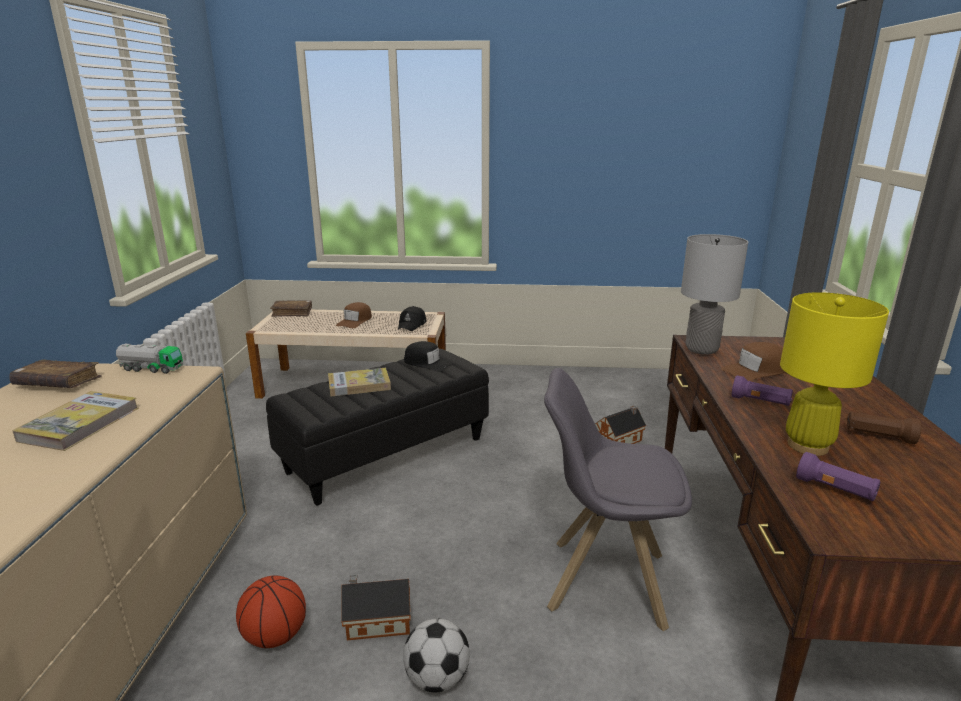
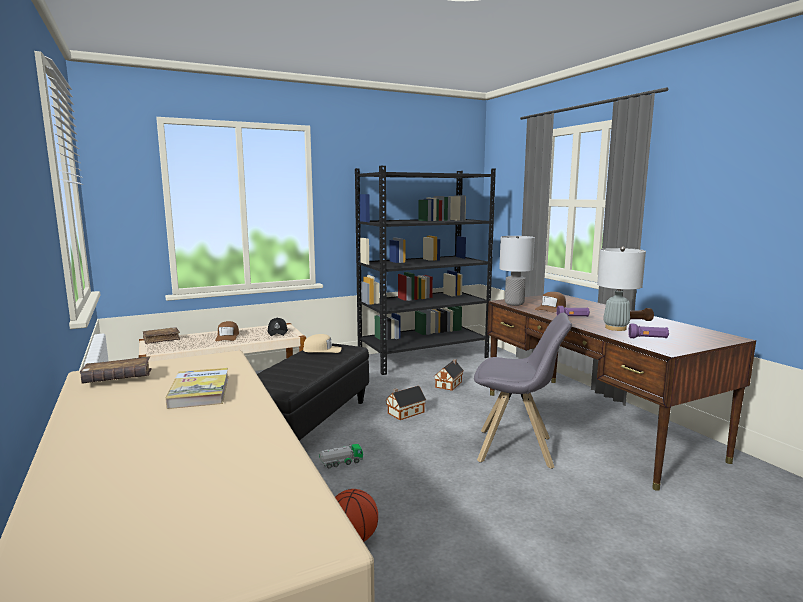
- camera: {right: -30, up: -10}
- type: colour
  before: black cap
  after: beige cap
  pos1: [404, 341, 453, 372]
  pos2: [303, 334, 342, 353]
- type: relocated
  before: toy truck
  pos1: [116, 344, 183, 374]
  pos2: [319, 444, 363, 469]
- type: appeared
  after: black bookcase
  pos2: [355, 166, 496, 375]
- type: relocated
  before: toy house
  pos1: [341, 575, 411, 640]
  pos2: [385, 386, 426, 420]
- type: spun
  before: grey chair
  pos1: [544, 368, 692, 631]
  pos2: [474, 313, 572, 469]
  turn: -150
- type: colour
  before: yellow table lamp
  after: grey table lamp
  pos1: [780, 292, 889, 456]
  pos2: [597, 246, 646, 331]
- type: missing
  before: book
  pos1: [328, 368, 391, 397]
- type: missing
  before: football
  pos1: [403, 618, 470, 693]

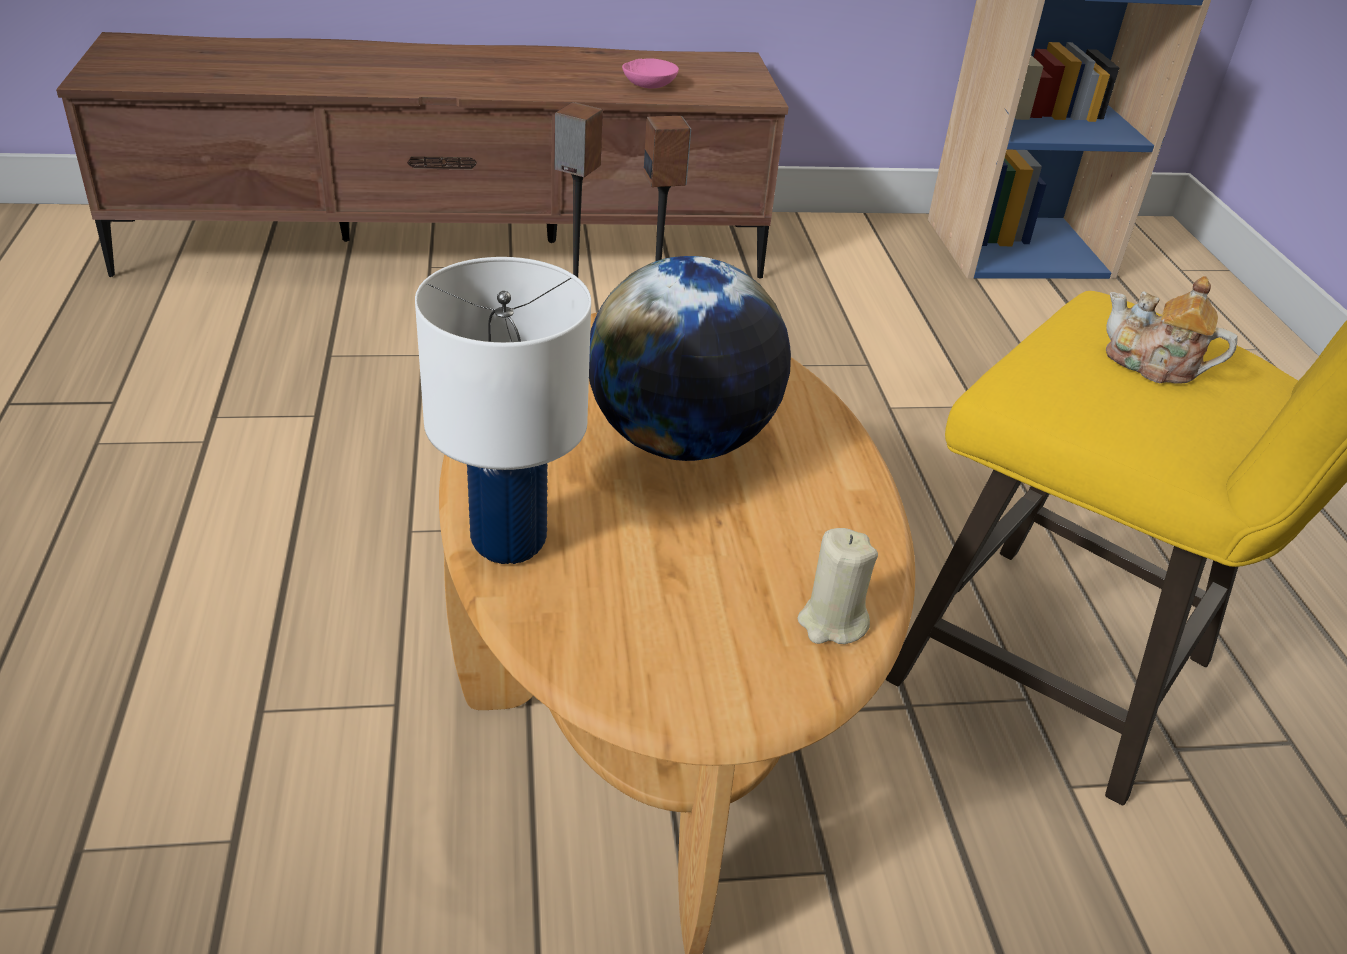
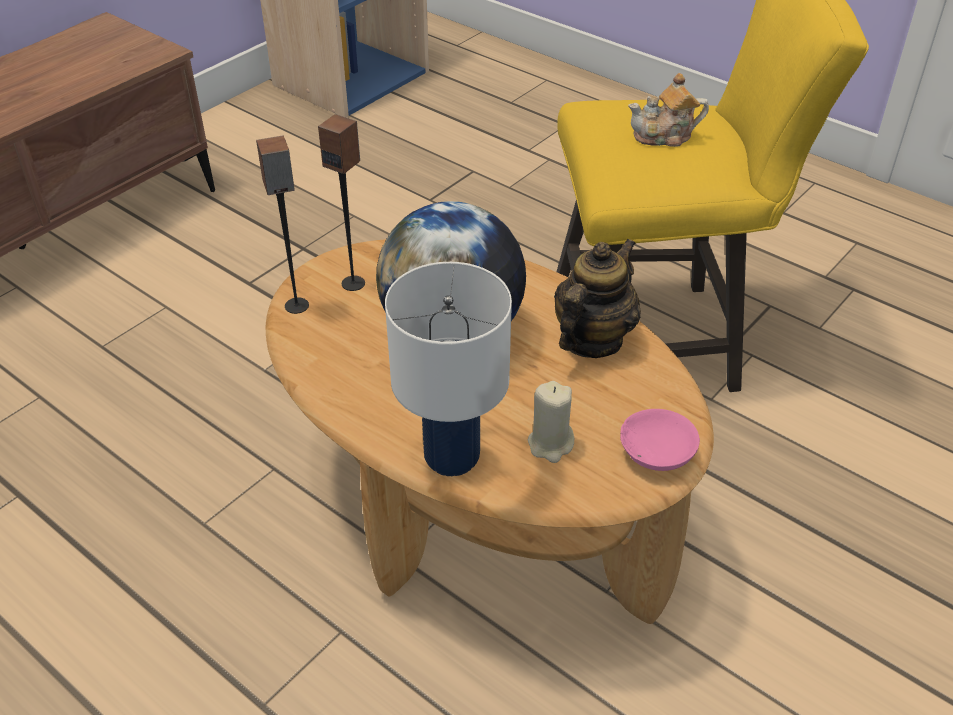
- camera: {right: -40, up: 5}
- type: relocated
  before: beige candle
  pos1: [797, 528, 878, 644]
  pos2: [528, 381, 574, 463]
- type: appeared
  after: teapot
  pos2: [554, 238, 641, 358]
- type: relocated
  before: pink bowl
  pos1: [622, 58, 679, 89]
  pos2: [620, 409, 700, 471]

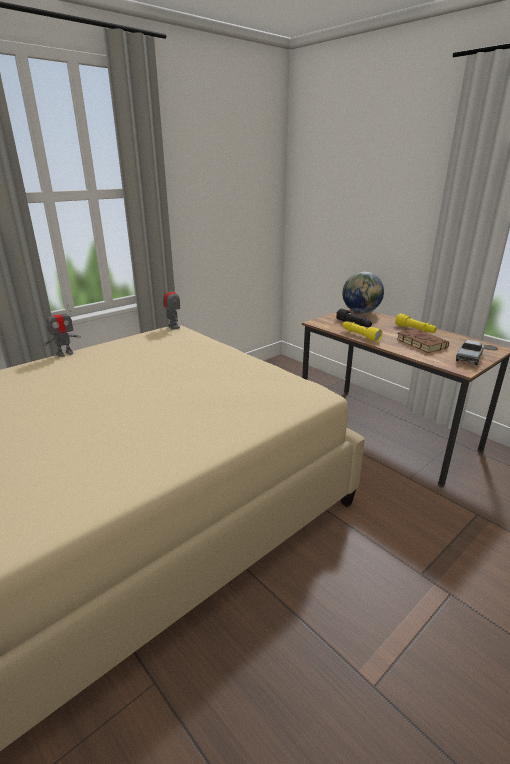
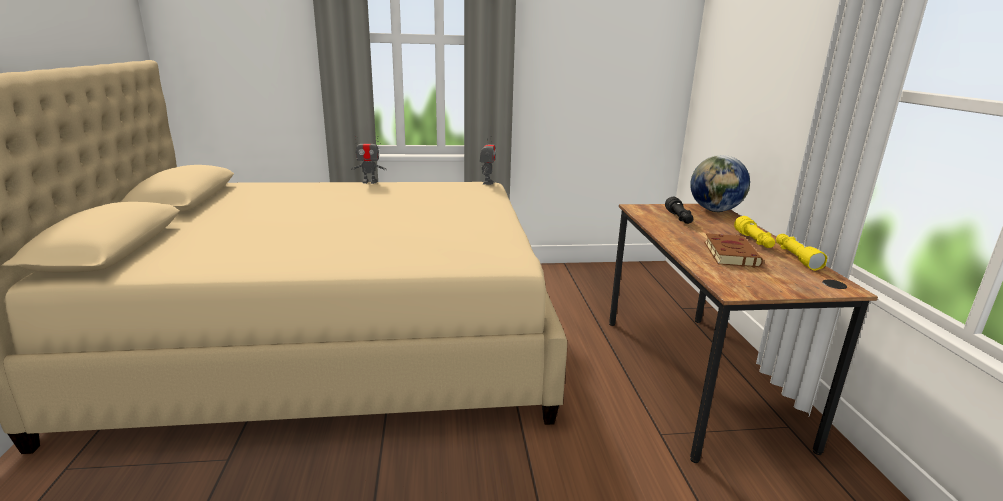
- camera: {right: 35, up: -5}
- type: relocated
  before: yellow flashlight
  pos1: [342, 321, 383, 342]
  pos2: [776, 234, 827, 271]
- type: missing
  before: toy truck
  pos1: [456, 339, 484, 365]

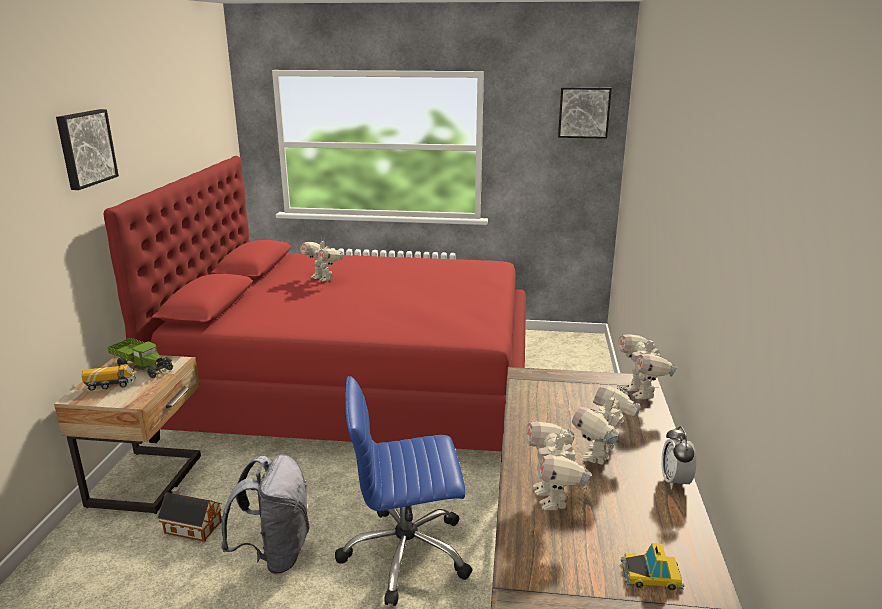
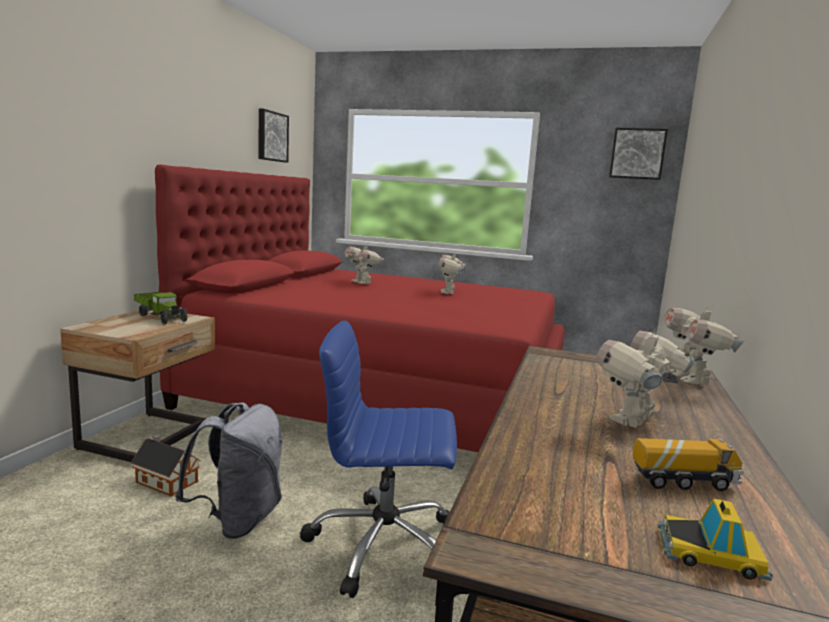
- camera: {right: 10, up: -10}
- type: relocated
  before: picture
  pos1: [56, 109, 119, 190]
  pos2: [259, 109, 289, 163]
- type: relocated
  before: toy robot
  pos1: [525, 422, 592, 510]
  pos2: [437, 250, 466, 294]
- type: relocated
  before: toy truck
  pos1: [81, 364, 136, 391]
  pos2: [633, 438, 744, 491]
- type: missing
  before: alarm clock
  pos1: [661, 426, 696, 489]

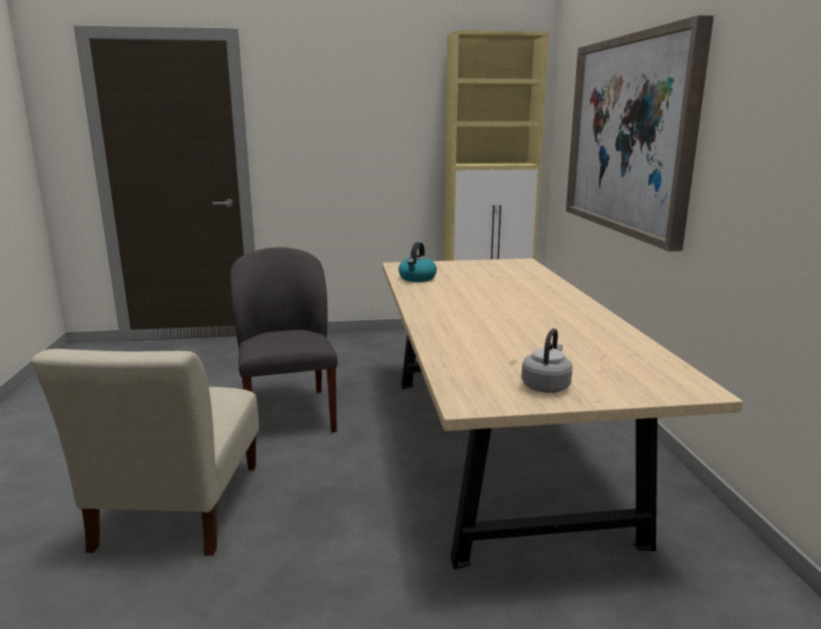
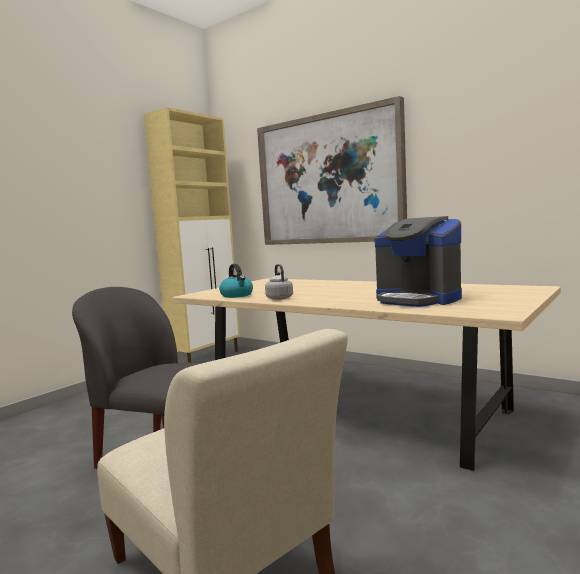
- camera: {right: -45, up: -10}
- type: relocated
  before: grey kettle
  pos1: [521, 328, 572, 393]
  pos2: [265, 264, 293, 300]
- type: appeared
  after: coffee machine
  pos2: [374, 216, 462, 307]

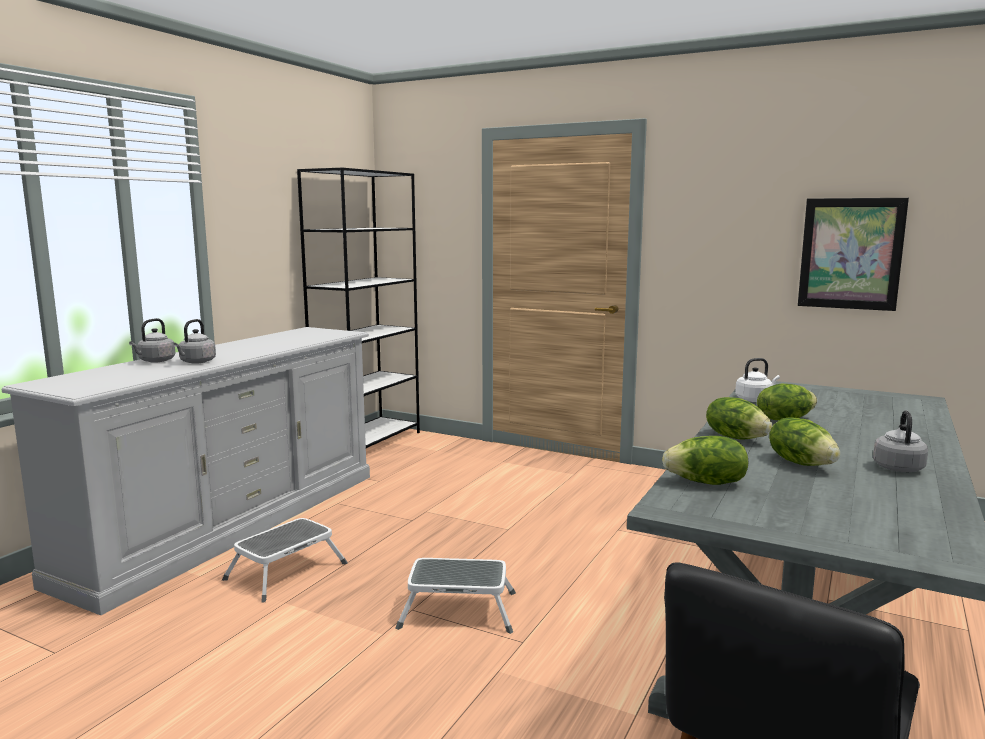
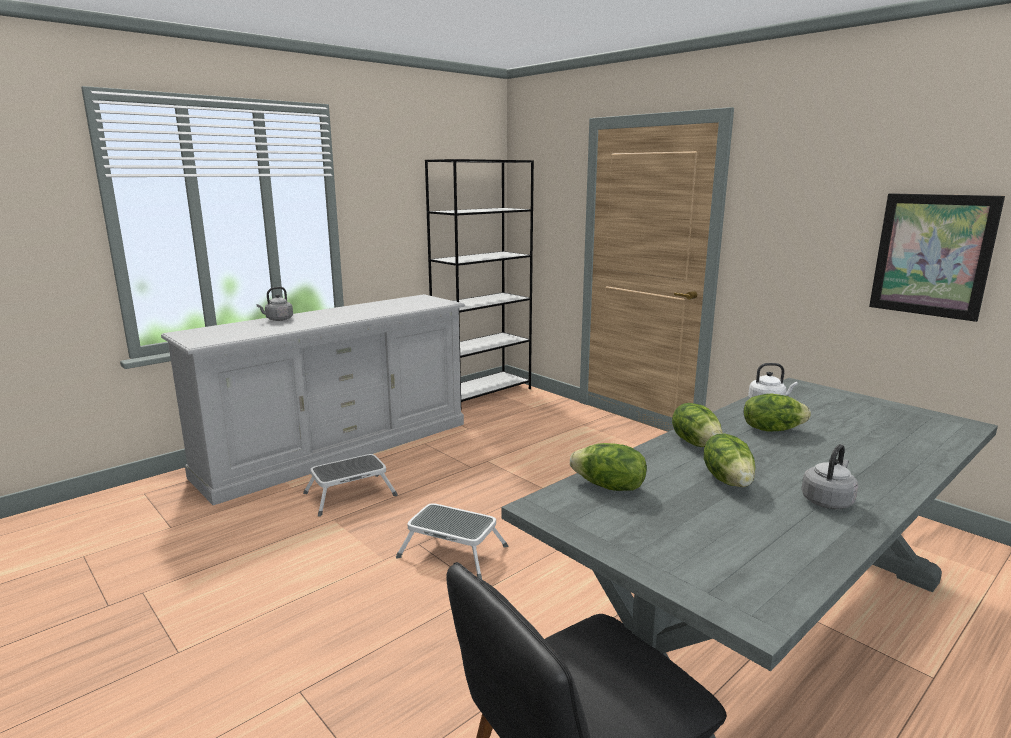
- camera: {right: 20, up: 5}
- type: missing
  before: grey kettle
  pos1: [174, 319, 216, 364]

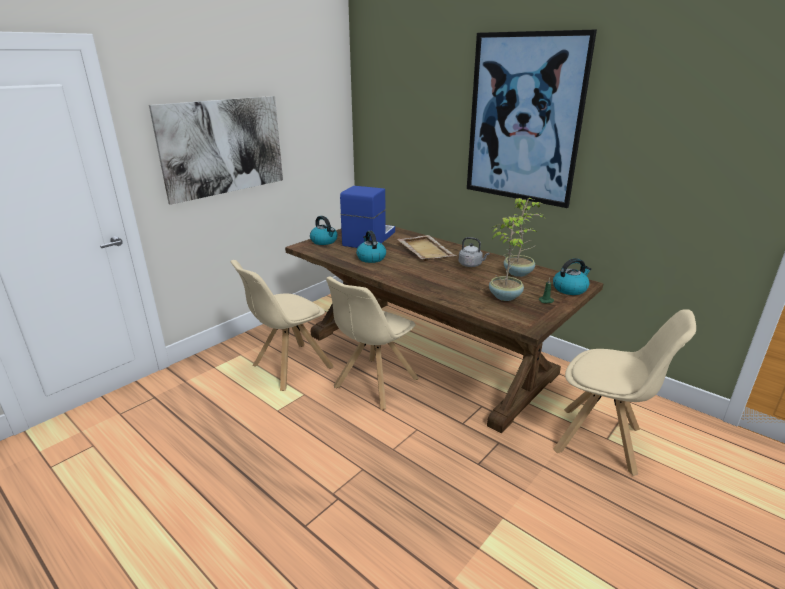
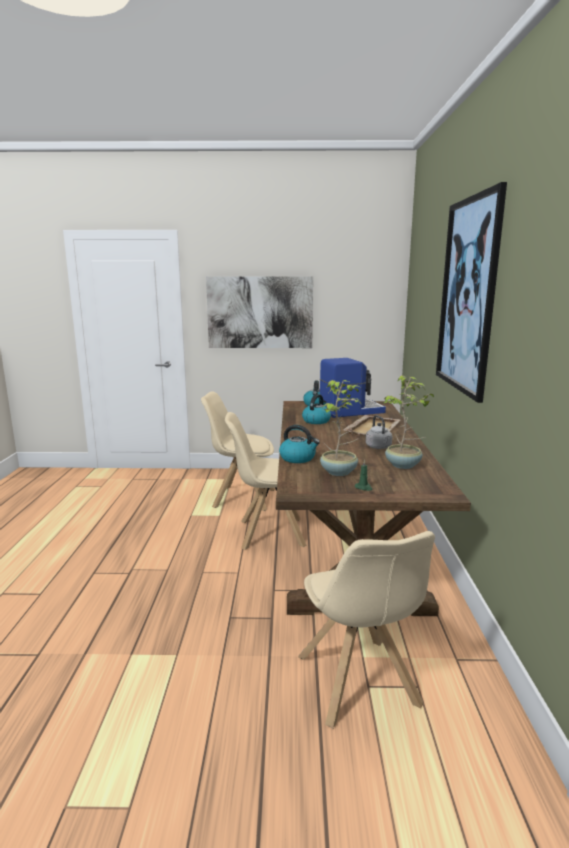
- camera: {right: 50, up: -10}
- type: relocated
  before: kettle
  pos1: [553, 258, 591, 295]
  pos2: [279, 425, 320, 463]

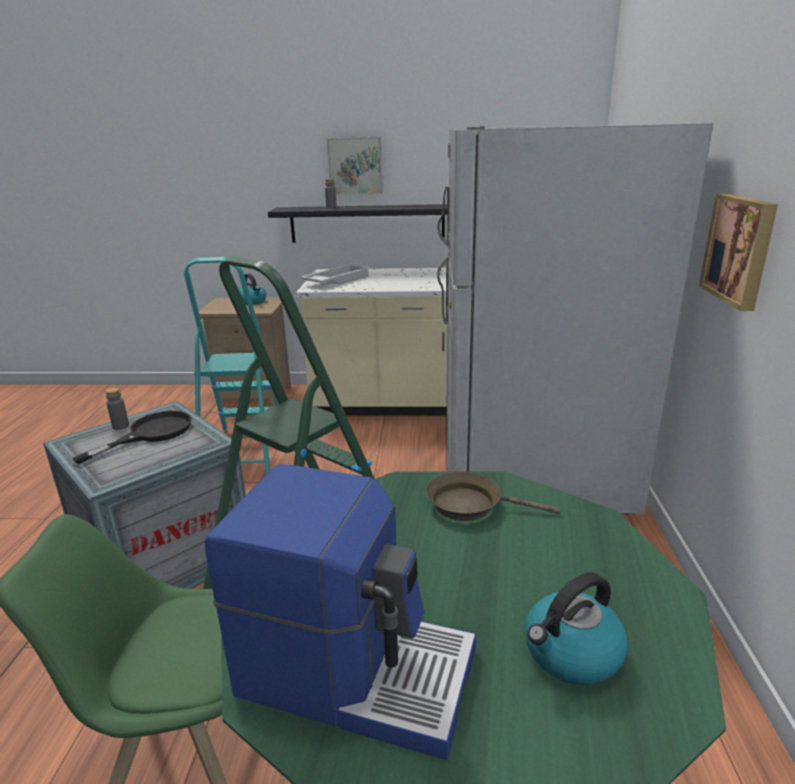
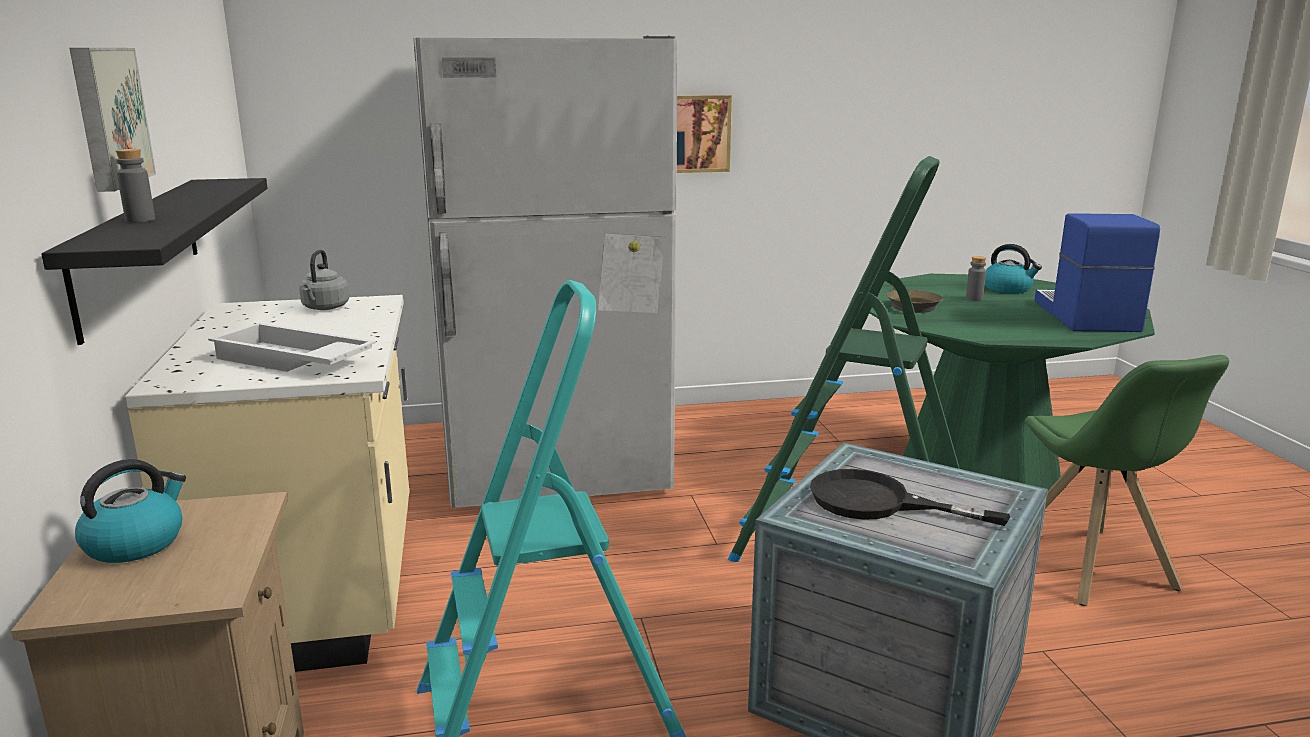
- camera: {right: -105, up: -5}
- type: appeared
  after: grey kettle
  pos2: [299, 249, 349, 310]
- type: relocated
  before: grey bottle
  pos1: [105, 388, 129, 430]
  pos2: [966, 256, 986, 301]

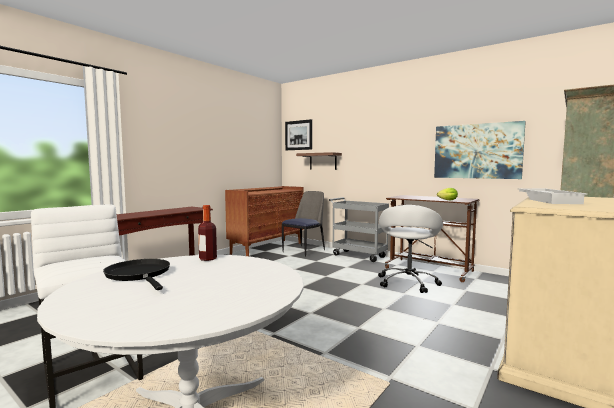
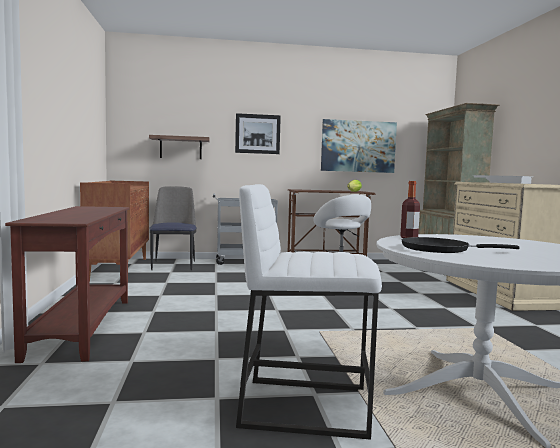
- camera: {right: -45, up: 0}
- type: relocated
  before: picture
  pos1: [285, 119, 312, 150]
  pos2: [235, 113, 281, 154]

